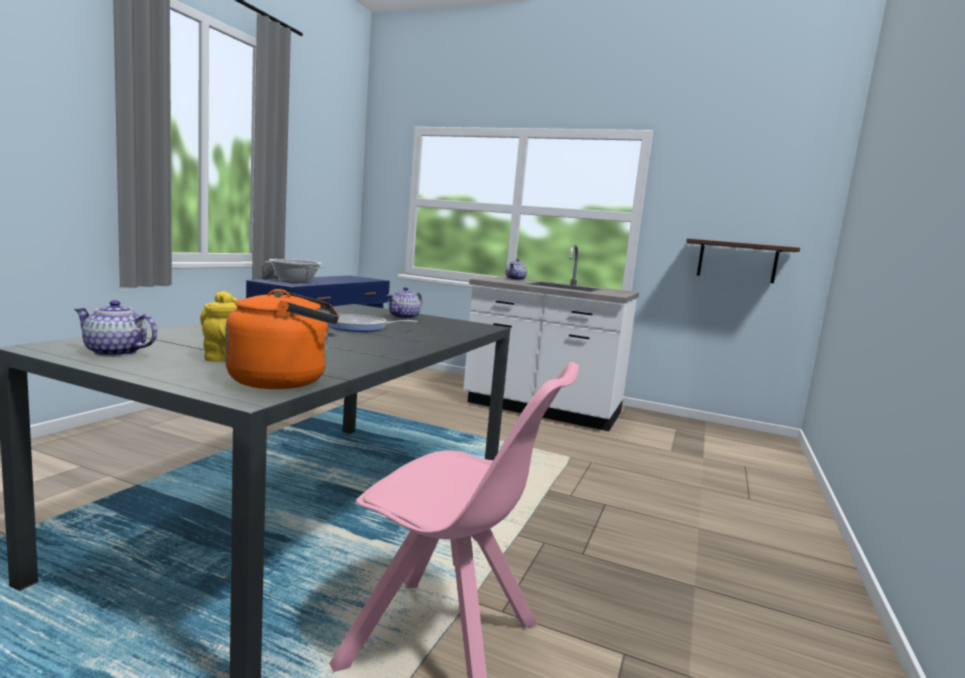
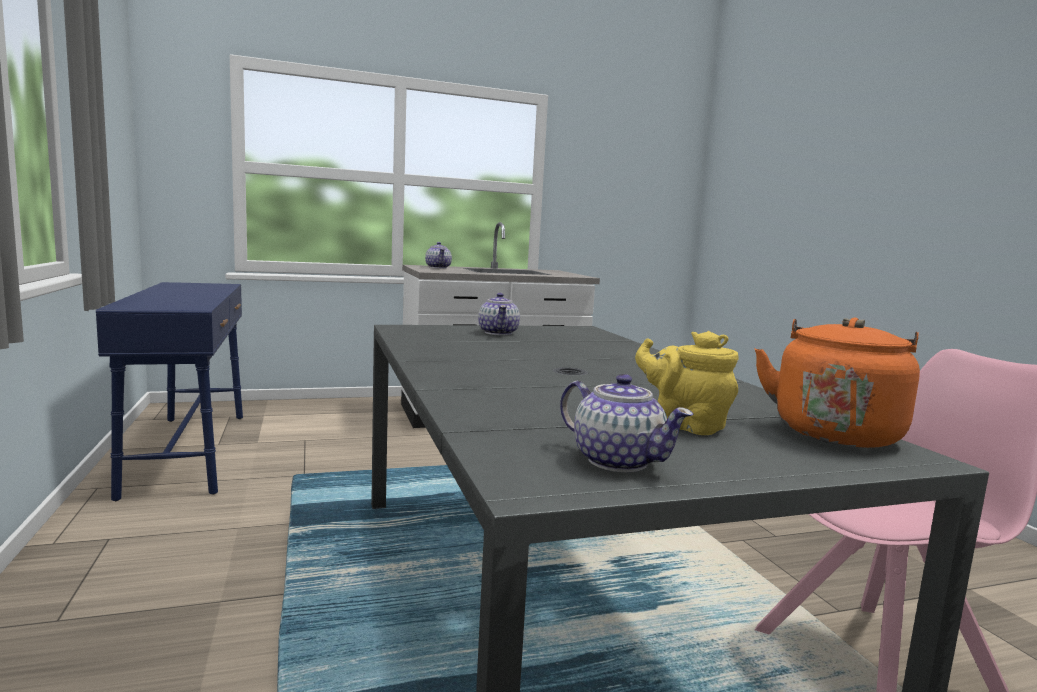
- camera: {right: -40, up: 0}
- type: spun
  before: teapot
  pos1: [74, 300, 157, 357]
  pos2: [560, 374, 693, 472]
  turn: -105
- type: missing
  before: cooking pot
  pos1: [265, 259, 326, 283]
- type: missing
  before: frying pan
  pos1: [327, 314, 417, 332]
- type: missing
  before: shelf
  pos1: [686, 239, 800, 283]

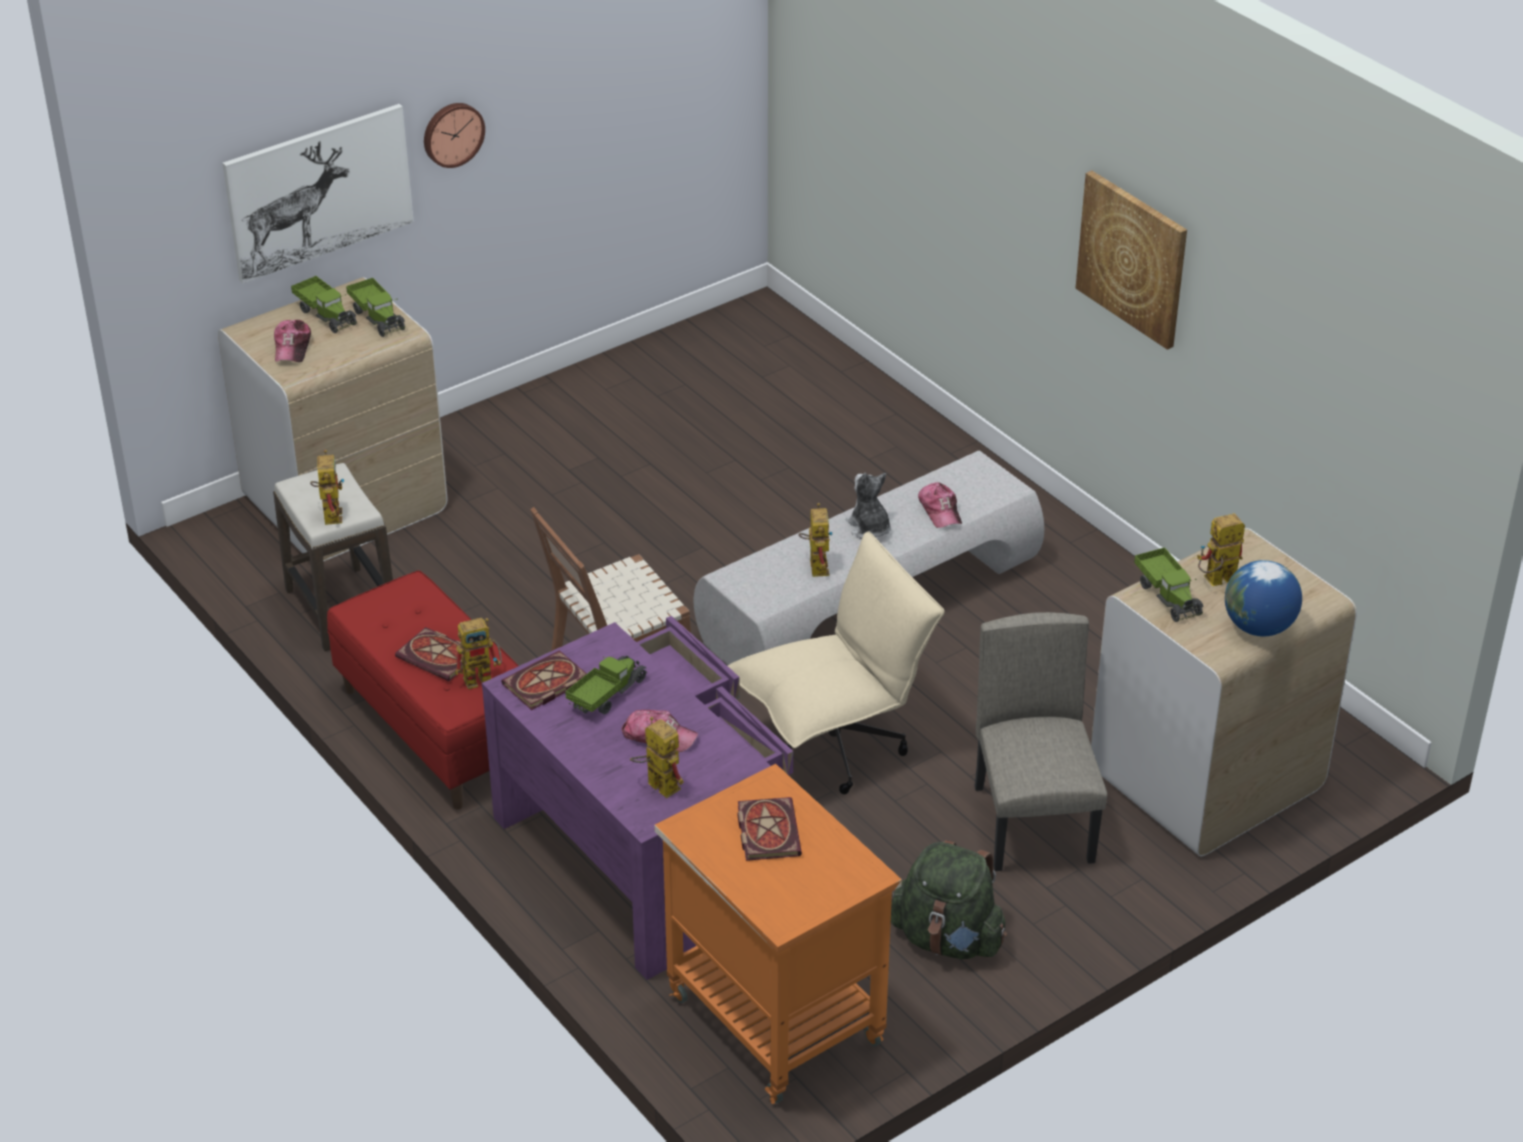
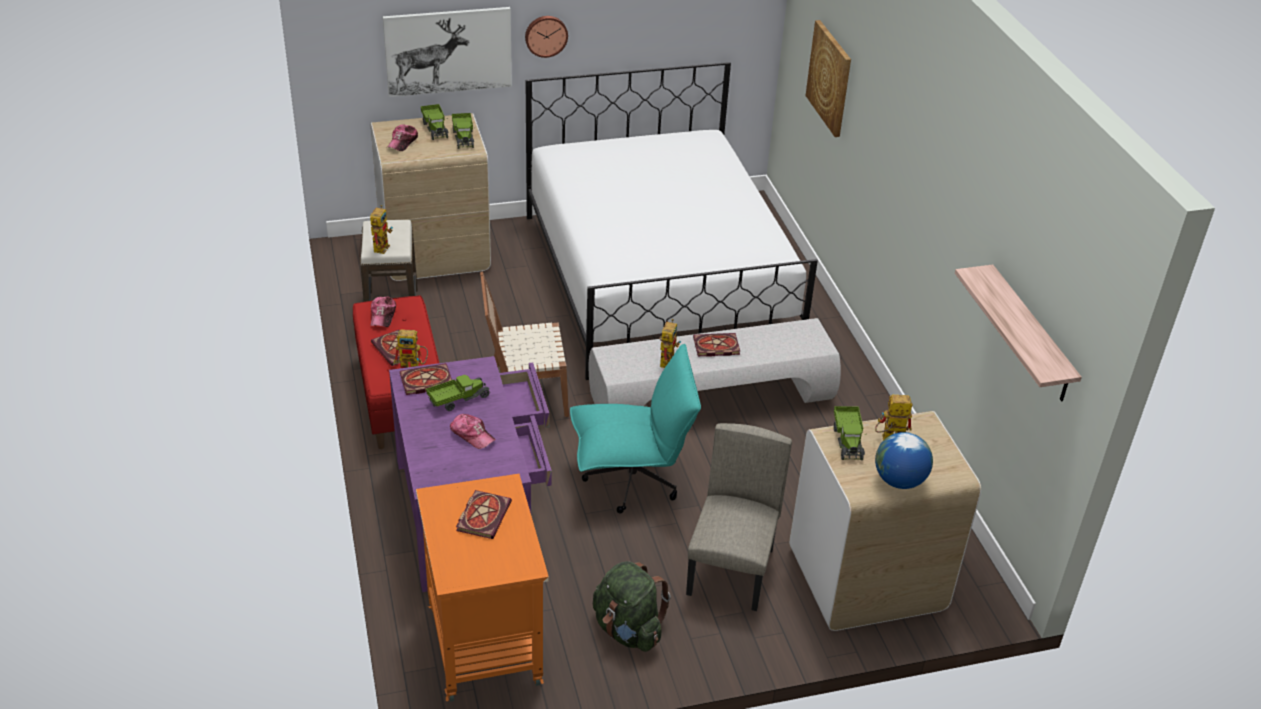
- camera: {right: 20, up: 0}
- type: relocated
  before: cap
  pos1: [918, 482, 962, 528]
  pos2: [371, 297, 396, 327]
- type: appeared
  after: white bed
  pos2: [526, 62, 818, 380]
- type: colour
  before: beige office chair
  after: turquoise office chair
  pos1: [728, 531, 945, 794]
  pos2: [570, 344, 701, 514]
- type: exchanged
  before: plush toy
  after: book
  pos1: [846, 473, 891, 539]
  pos2: [693, 333, 740, 357]
- type: relocated
  before: picture
  pos1: [1076, 171, 1187, 350]
  pos2: [806, 20, 851, 137]
- type: appeared
  after: shelf
  pos2: [955, 264, 1082, 401]
- type: missing
  before: toy robot
  pos1: [630, 717, 684, 798]

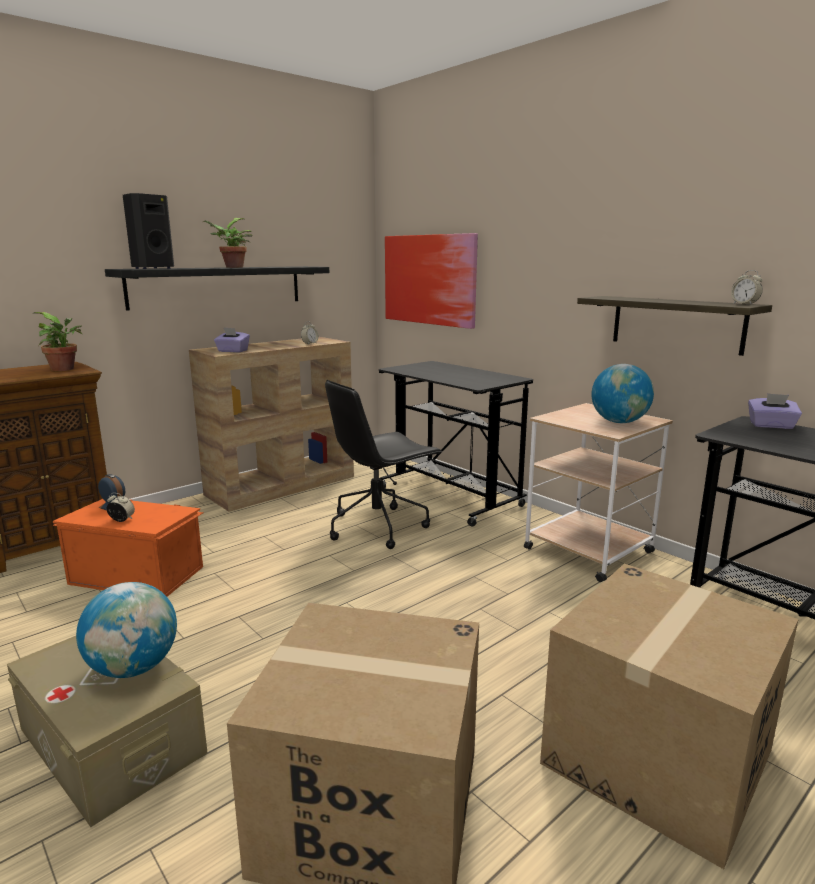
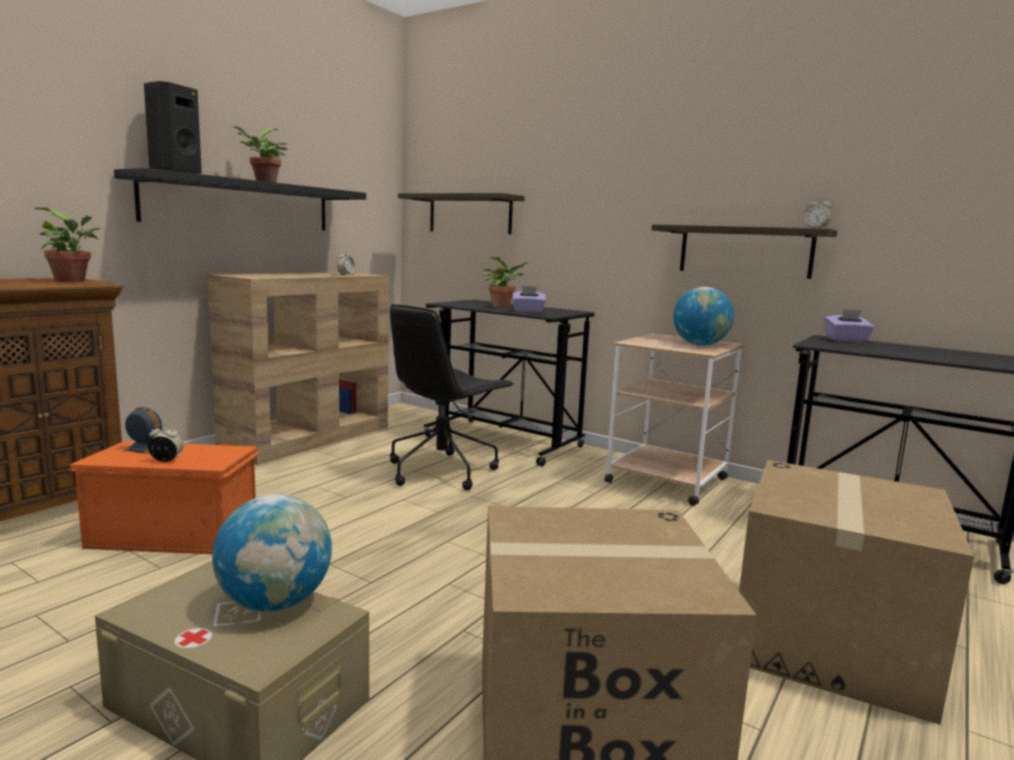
- camera: {right: -15, up: -5}
- type: exchanged
  before: picture
  after: shelf
  pos1: [385, 233, 478, 329]
  pos2: [398, 193, 525, 234]
- type: appeared
  after: potted plant
  pos2: [482, 257, 530, 308]
- type: relocated
  before: purple tissue box
  pos1: [214, 327, 250, 353]
  pos2: [512, 286, 546, 313]

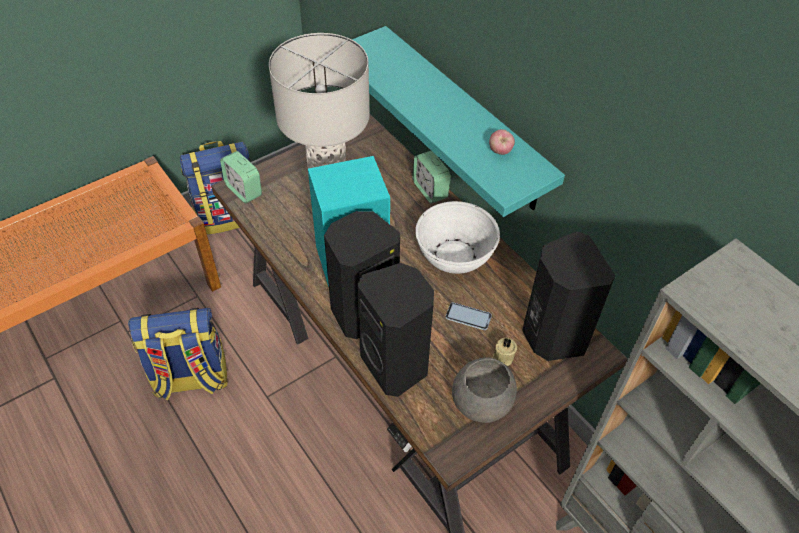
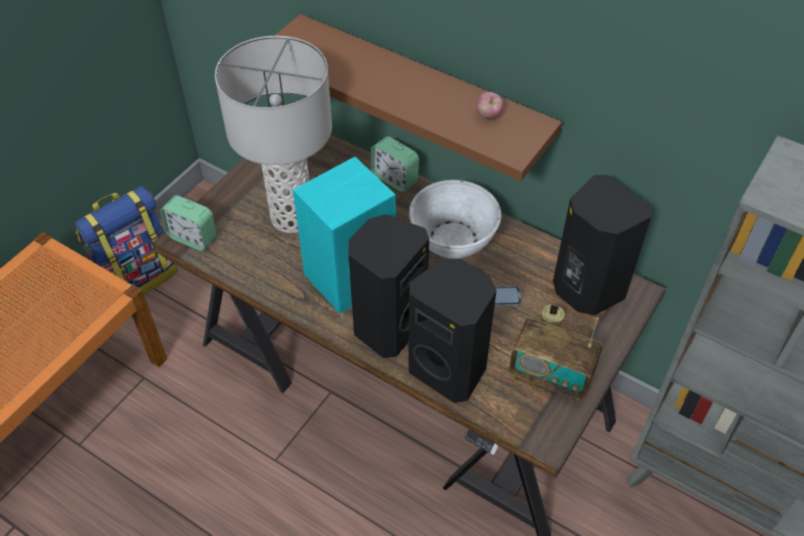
- camera: {right: -20, up: 0}
- type: colour
  before: turquoise shelf
  after: brown shelf
  pos1: [352, 26, 565, 217]
  pos2: [274, 14, 562, 181]
- type: exchanged
  before: grey bowl
  after: radio
  pos1: [452, 357, 517, 423]
  pos2: [509, 317, 602, 401]
- type: missing
  before: backpack
  pos1: [128, 308, 228, 401]

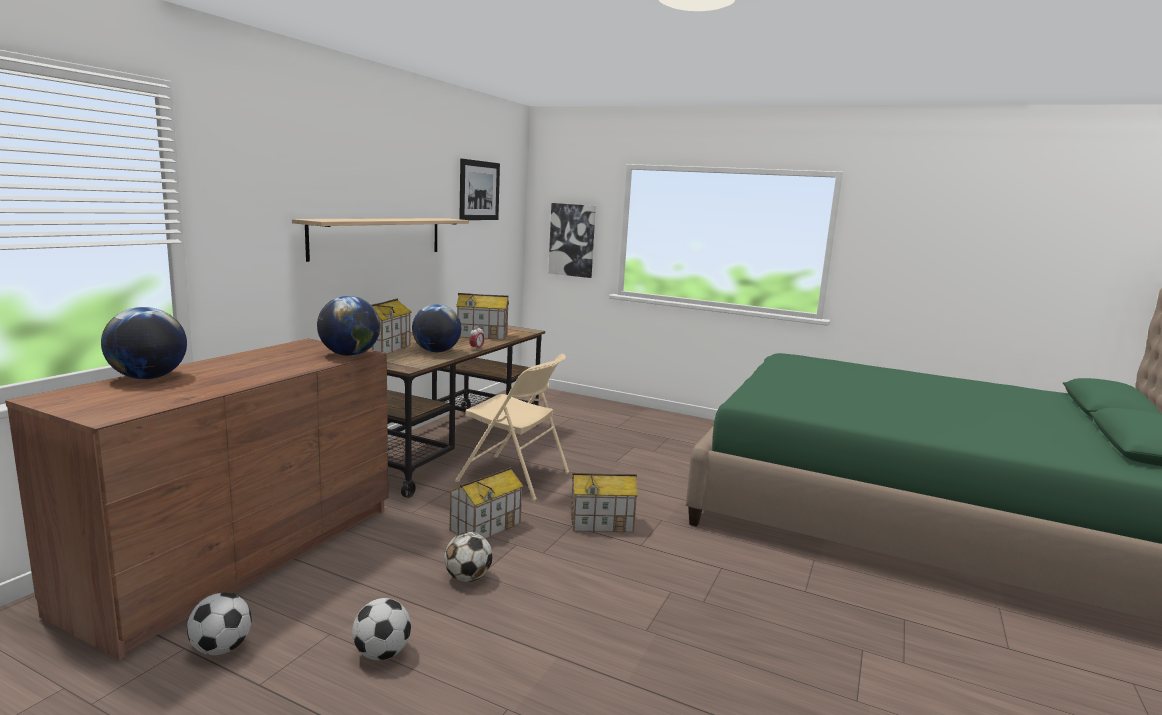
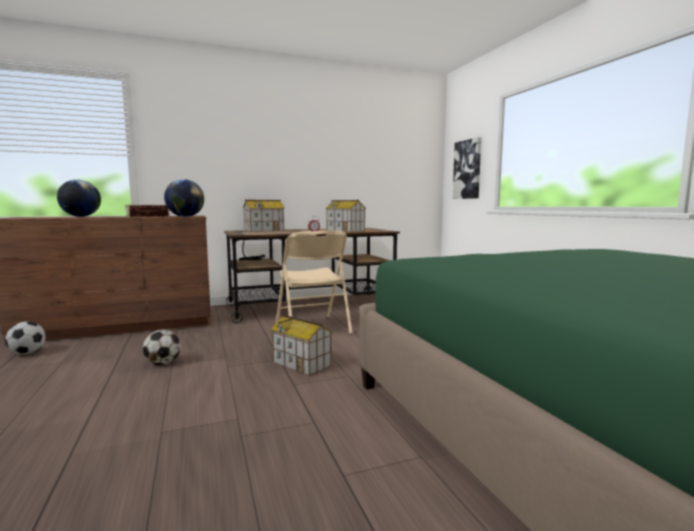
- camera: {right: 45, up: -5}
- type: appeared
  after: book
  pos2: [125, 205, 170, 217]
- type: missing
  before: shelf
  pos1: [292, 218, 469, 262]
- type: missing
  before: football
  pos1: [352, 598, 411, 660]
- type: missing
  before: globe
  pos1: [412, 304, 461, 352]
- type: missing
  before: toy house
  pos1: [448, 467, 524, 538]
- type: missing
  before: picture
  pos1: [459, 159, 500, 220]

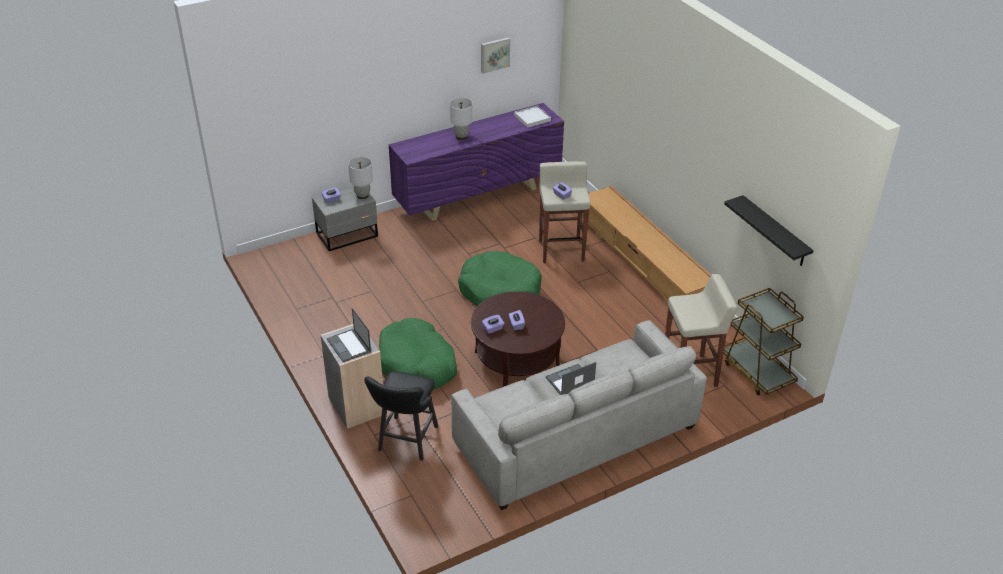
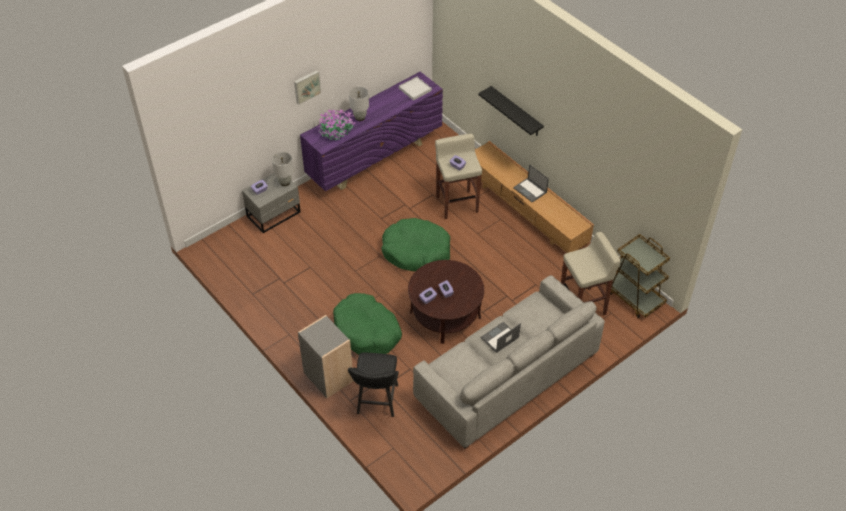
- camera: {right: -10, up: 10}
- type: relocated
  before: picture
  pos1: [481, 37, 510, 73]
  pos2: [294, 70, 321, 105]
- type: appeared
  after: potted plant
  pos2: [318, 109, 355, 141]
- type: relocated
  before: black shelf
  pos1: [724, 195, 814, 266]
  pos2: [478, 86, 544, 136]
- type: relocated
  before: laptop
  pos1: [327, 308, 371, 362]
  pos2: [513, 164, 549, 202]

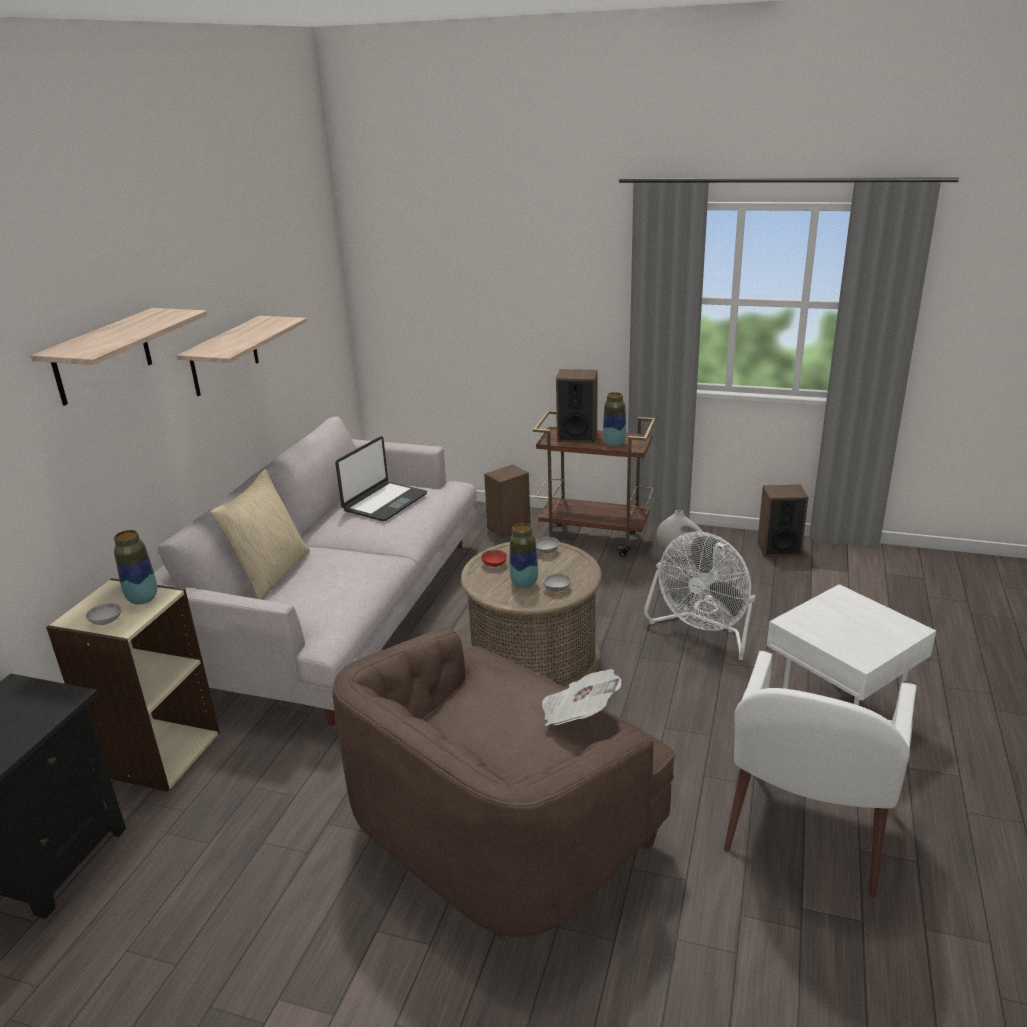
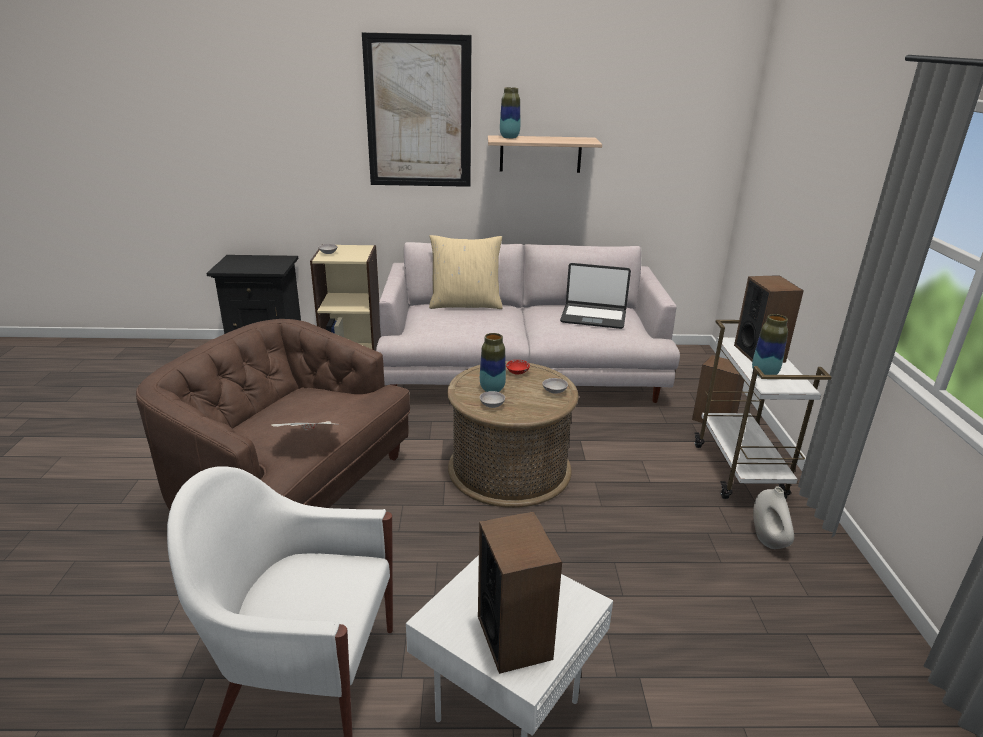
- camera: {right: 70, up: 0}
- type: exchanged
  before: shelf
  after: picture
  pos1: [31, 308, 208, 406]
  pos2: [362, 32, 472, 187]
- type: relocated
  before: speaker
  pos1: [757, 485, 808, 557]
  pos2: [478, 511, 562, 674]
- type: relocated
  before: vase
  pos1: [114, 530, 157, 605]
  pos2: [500, 87, 520, 139]
- type: colour
  before: brown cart
  after: white cart
  pos1: [533, 410, 656, 557]
  pos2: [694, 320, 832, 499]
- type: missing
  before: white fan
  pos1: [644, 532, 755, 660]

